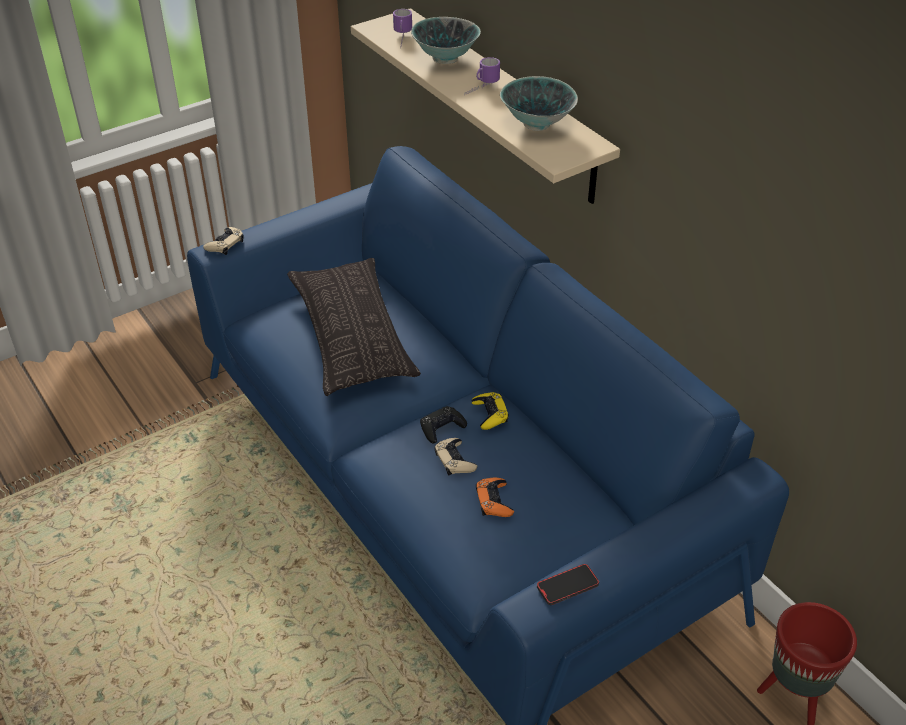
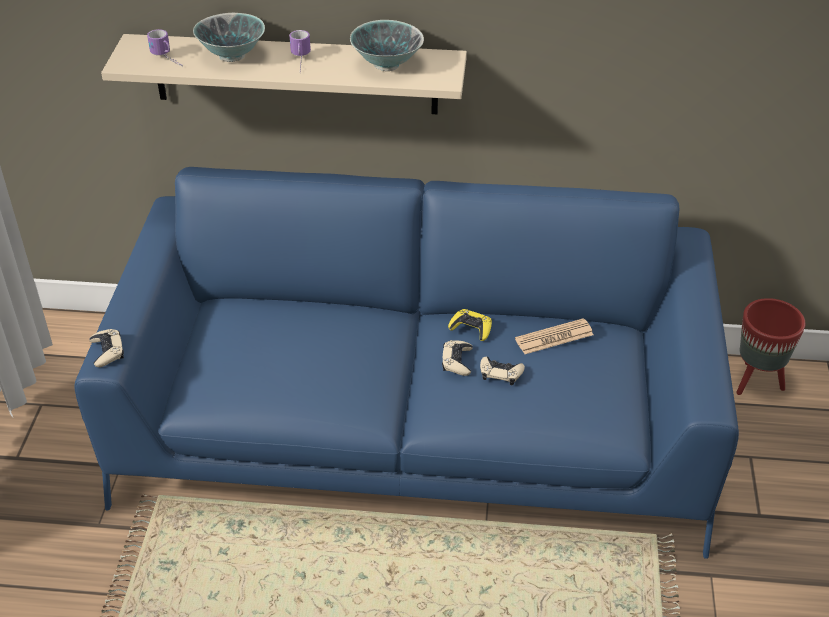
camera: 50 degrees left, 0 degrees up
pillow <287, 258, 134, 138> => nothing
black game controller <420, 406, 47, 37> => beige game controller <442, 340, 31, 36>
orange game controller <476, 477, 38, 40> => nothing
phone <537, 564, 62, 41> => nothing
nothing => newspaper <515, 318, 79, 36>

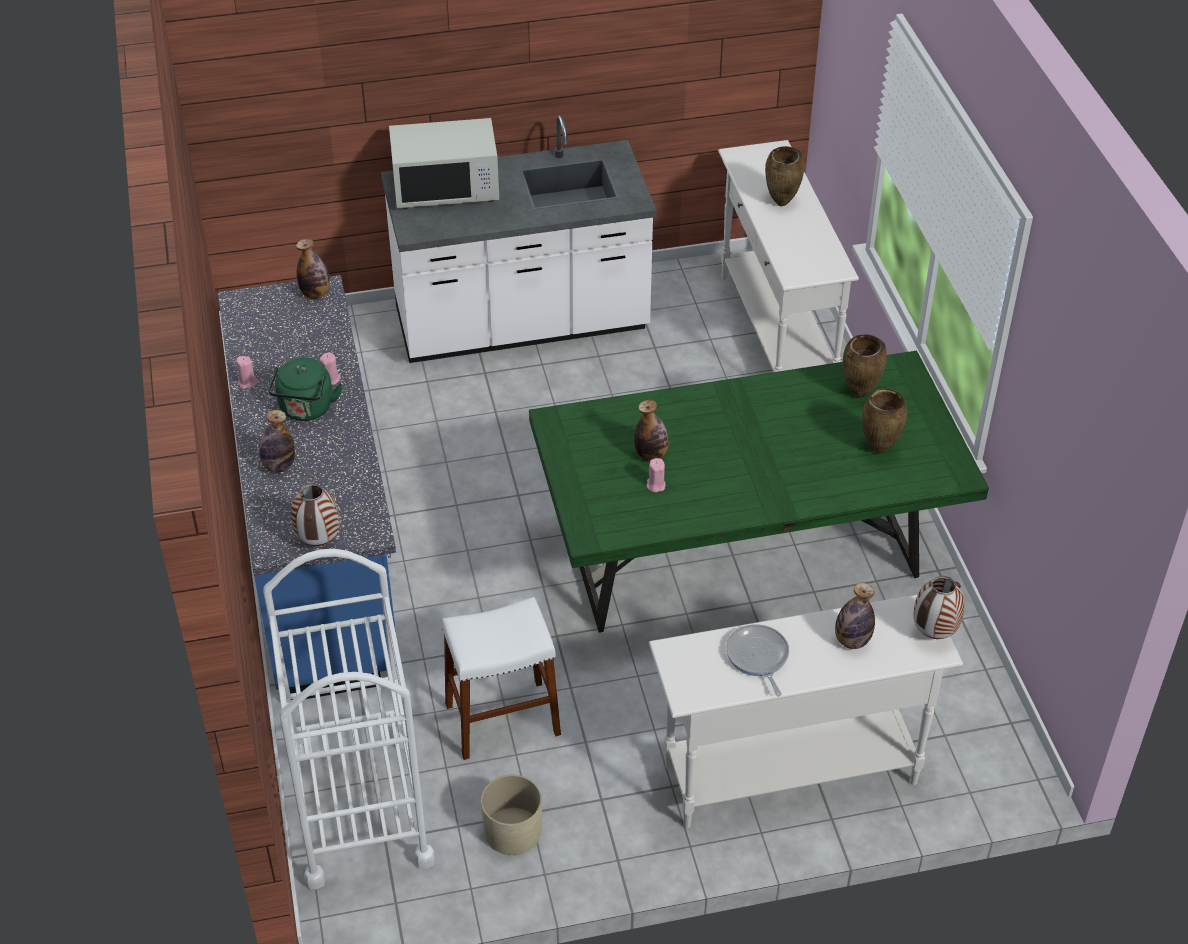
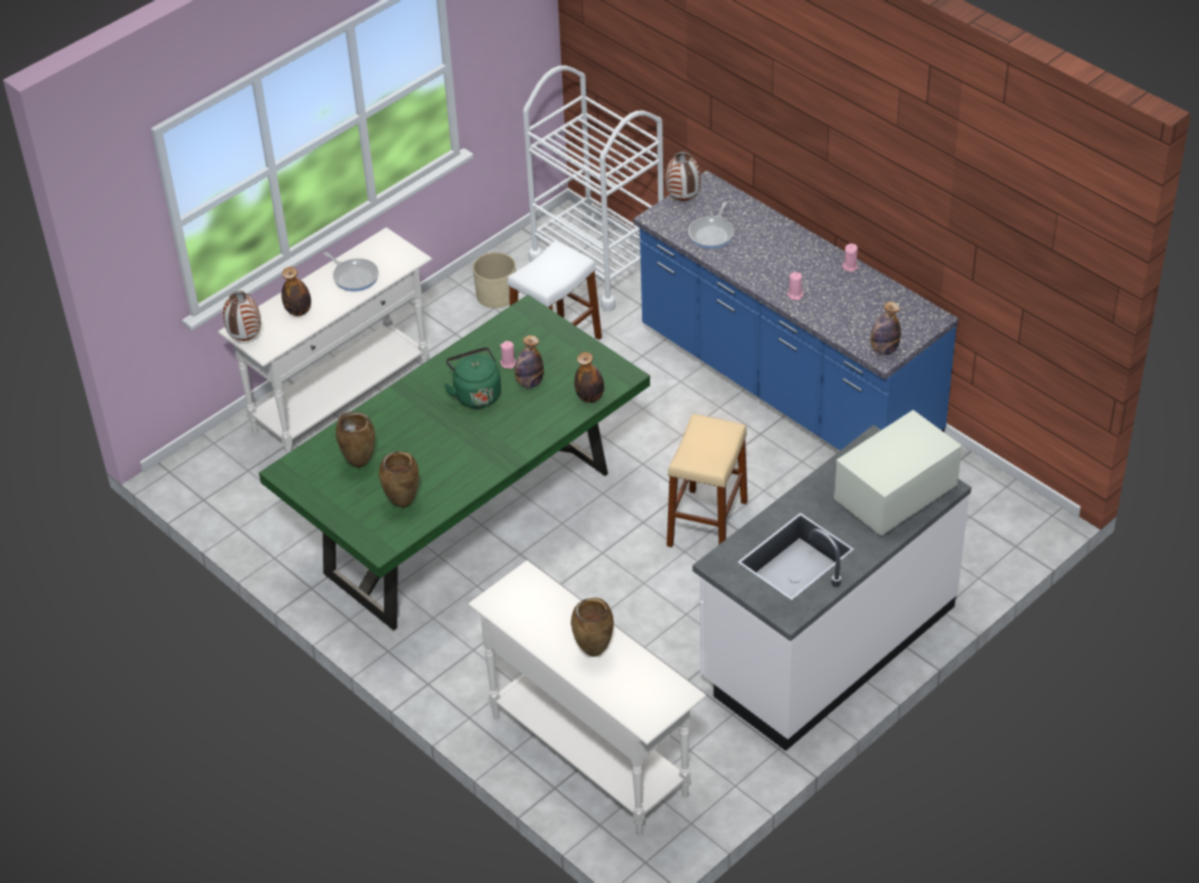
camera: 150 degrees right, 0 degrees up
green kettle <268, 358, 74, 63> => green kettle <444, 347, 57, 61>, shifted
bottle <259, 410, 36, 63> => bottle <574, 352, 30, 51>, shifted
nothing => frying pan <688, 201, 46, 48>
nothing => beige stool <667, 414, 81, 133>

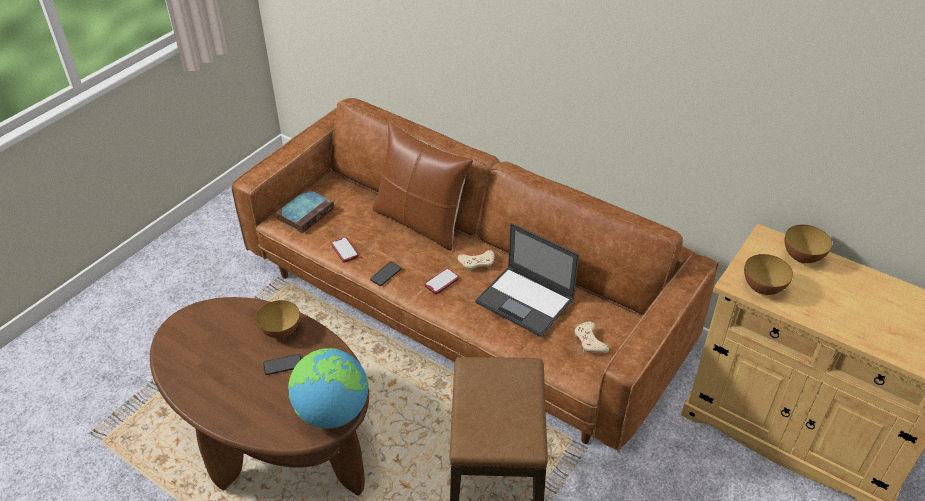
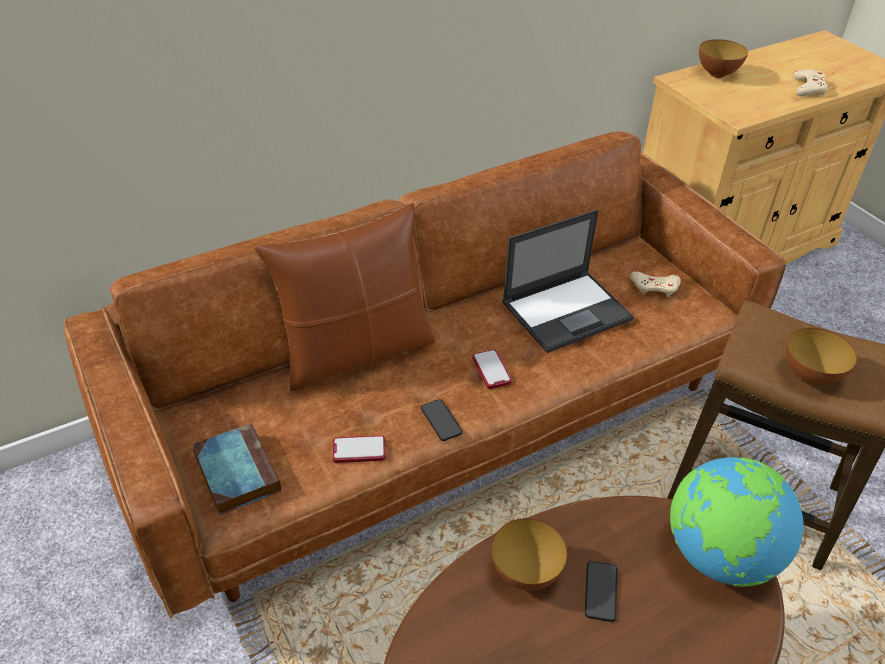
camera: 65 degrees left, 0 degrees up
beige game controller <458, 250, 37, 22> => beige game controller <793, 69, 35, 27>, shifted
bowl <744, 254, 49, 41> => bowl <786, 328, 71, 57>, shifted

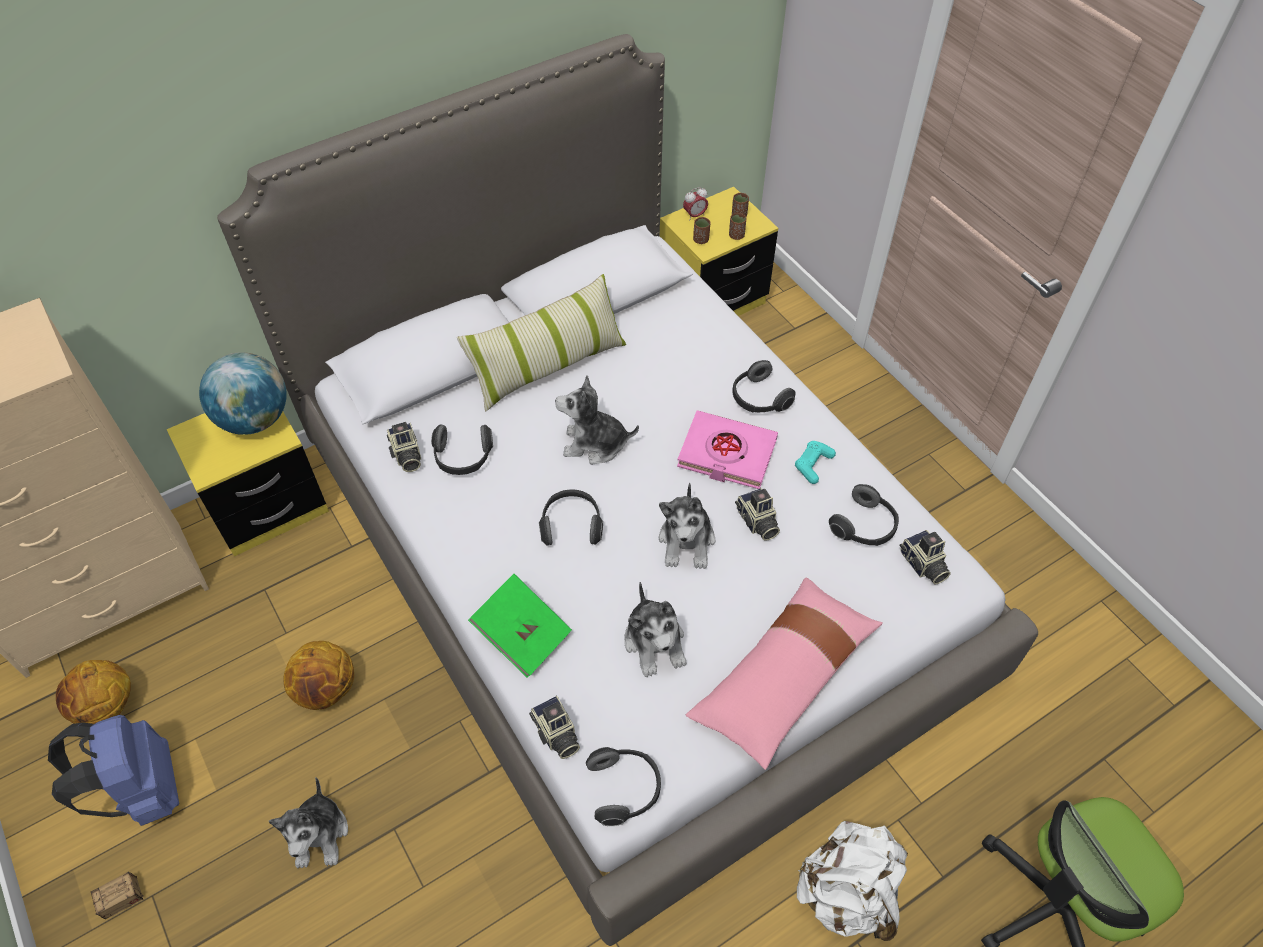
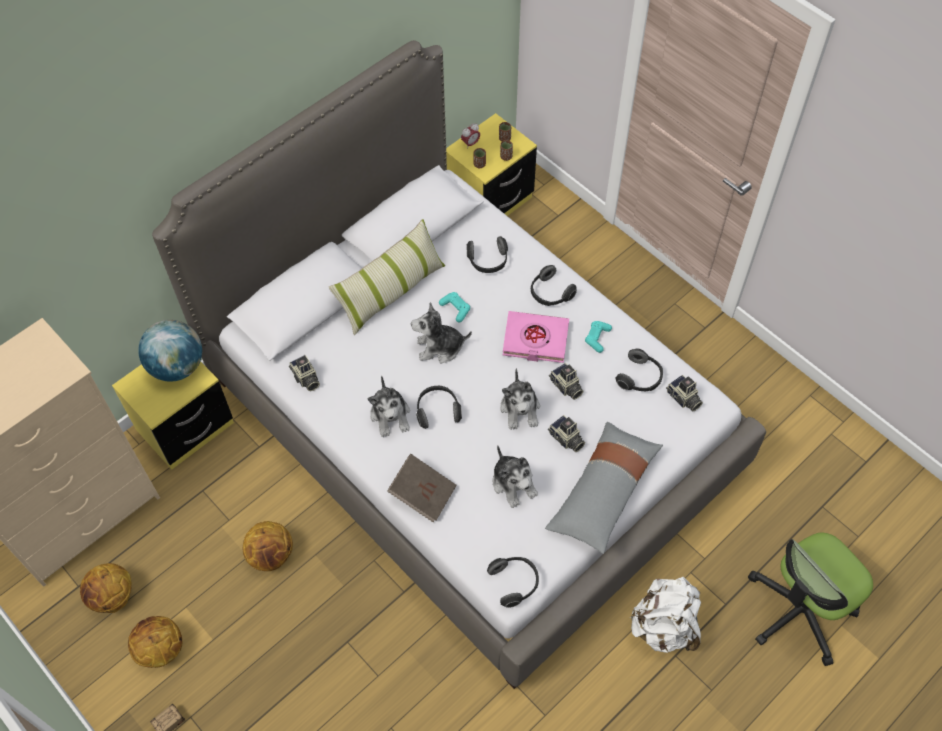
camera: 10 degrees left, 5 degrees up
headphones <431, 424, 62, 51> => headphones <466, 236, 42, 37>, shifted
green book <468, 574, 104, 104> => brown book <387, 454, 70, 68>
pink pillow <686, 577, 197, 193> => grey pillow <545, 422, 118, 132>
photo camera <529, 696, 51, 63> => photo camera <548, 415, 37, 37>, shifted
blue backpack <48, 715, 131, 111> => basketball <128, 616, 54, 52>
plush toy <269, 777, 79, 91> => plush toy <368, 375, 42, 62>, shifted
nothing => turquoise game controller <439, 292, 31, 31>

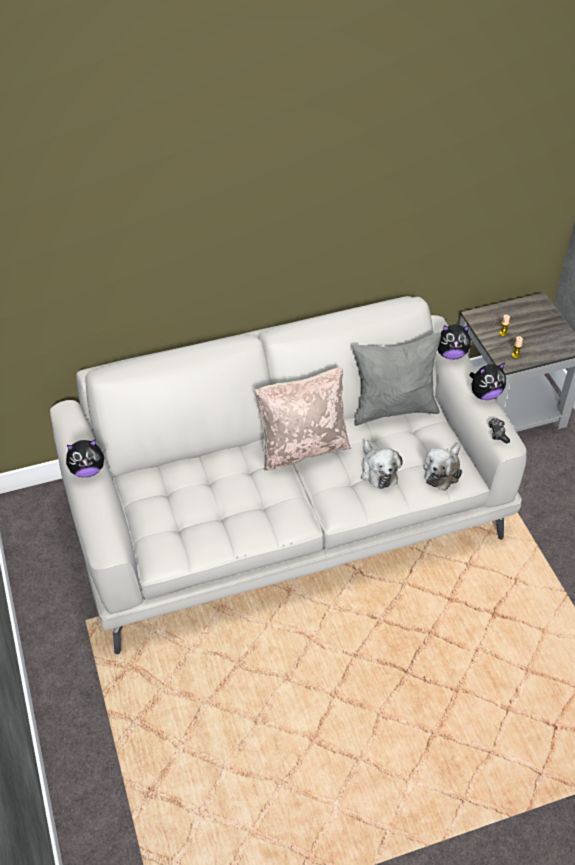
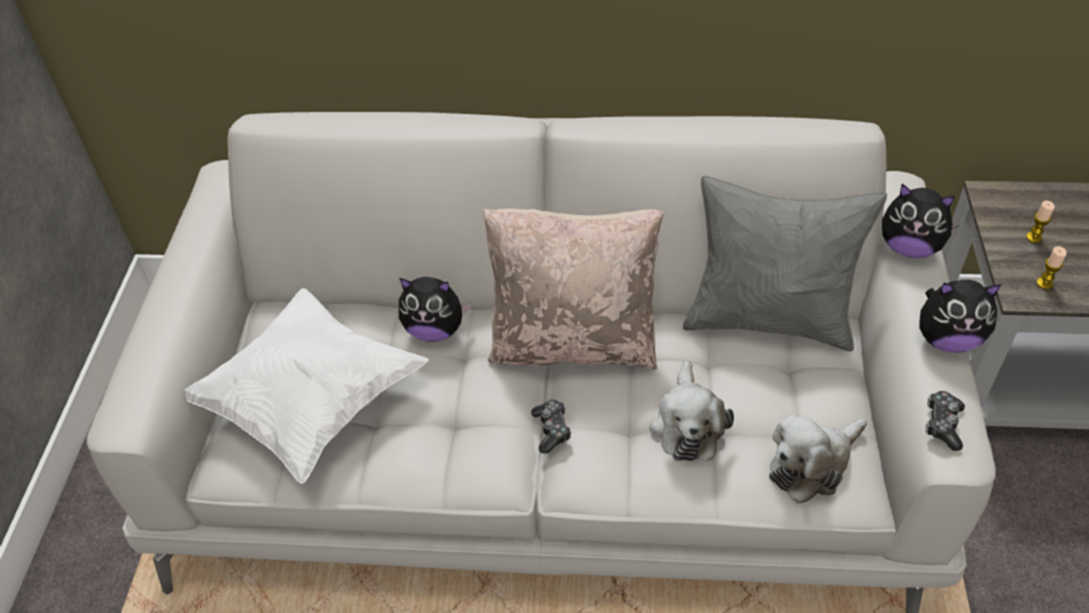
camera: 25 degrees right, 0 degrees up
plush toy <66, 440, 40, 38> => plush toy <399, 277, 72, 65>, shifted
nothing => white pillow <184, 288, 245, 196>
nothing => game controller <531, 400, 41, 54>

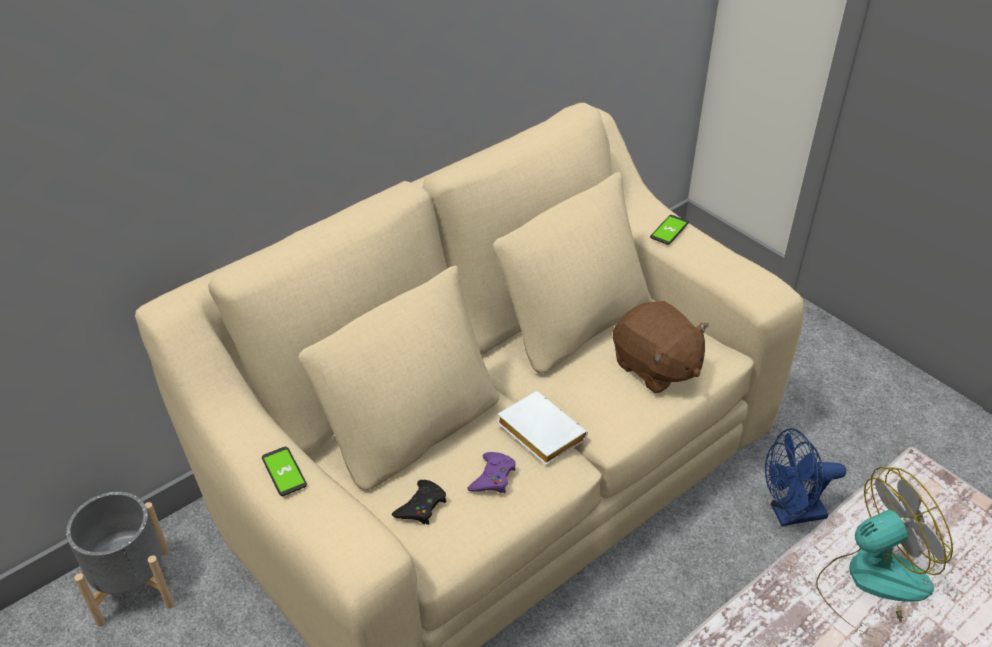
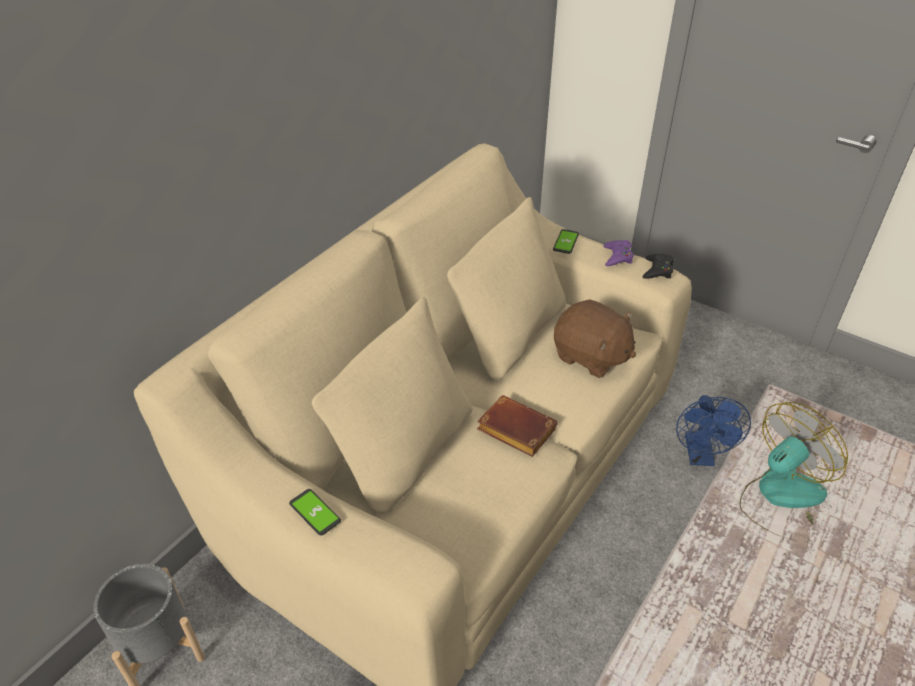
camera: 15 degrees left, 0 degrees up
white book <497, 391, 91, 74> => brown book <477, 395, 81, 62>
blue fan <765, 428, 81, 98> => blue fan <676, 395, 75, 71>, 60 degrees counterclockwise
purple game controller <467, 452, 49, 41> => purple game controller <603, 240, 31, 26>, shifted
black game controller <392, 480, 54, 45> => black game controller <642, 254, 32, 25>, shifted

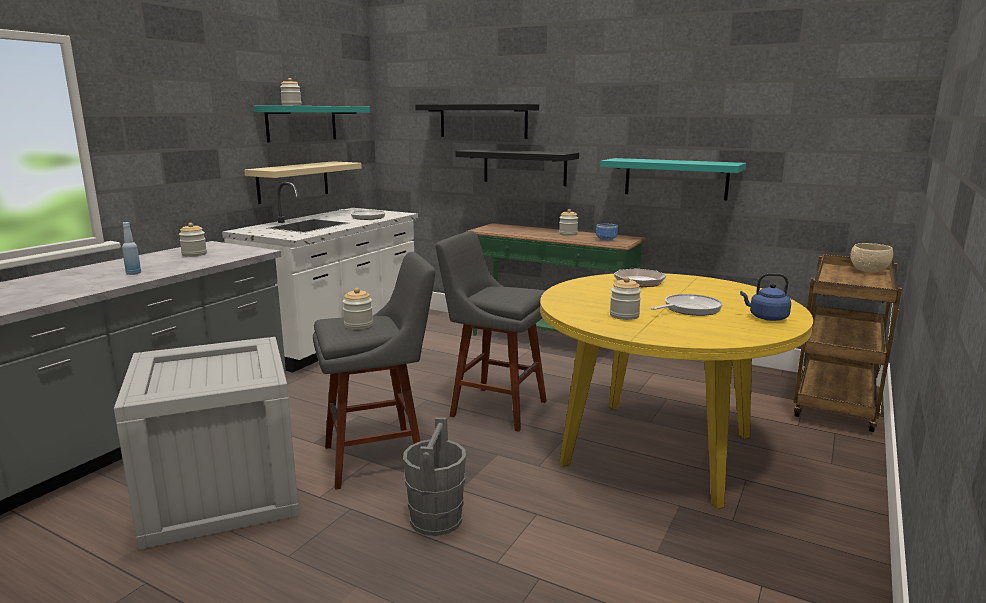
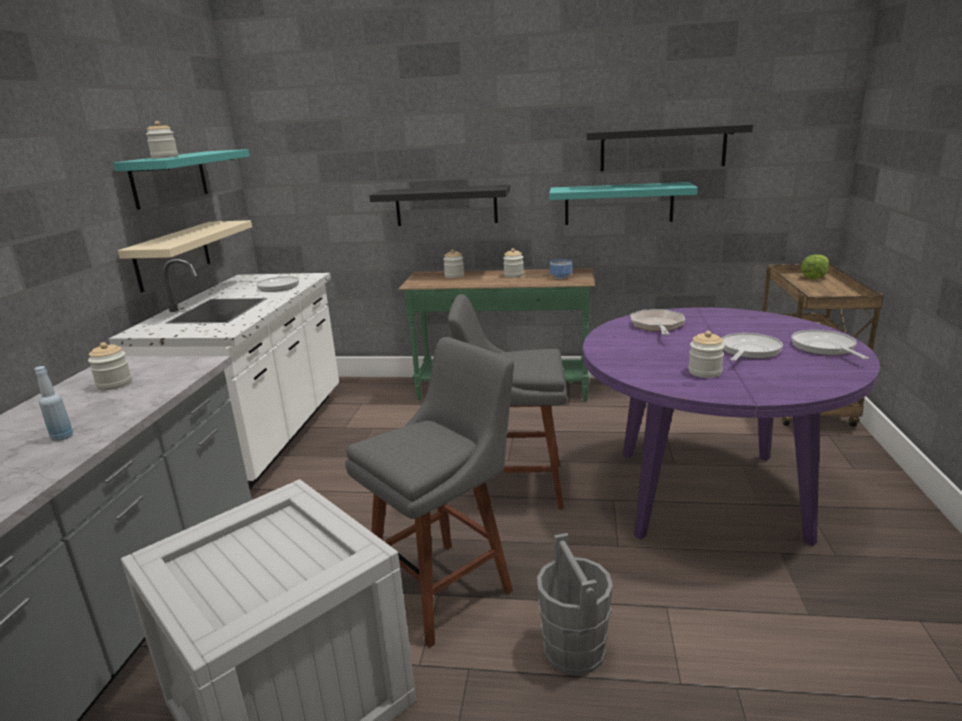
camera: 20 degrees left, 5 degrees up
black shelf <415, 104, 124, 35> => black shelf <586, 123, 167, 48>, shifted
beige bowl <850, 243, 43, 30> => lettuce <801, 255, 28, 24>
yellow dining table <540, 273, 273, 236> => purple dining table <583, 307, 297, 240>
blue kettle <740, 273, 51, 48> => frying pan <791, 330, 78, 30>
jar <343, 288, 30, 41> => jar <443, 249, 21, 29>, shifted

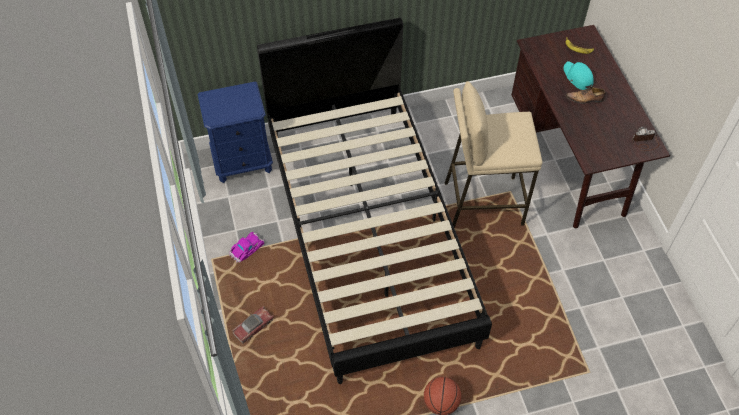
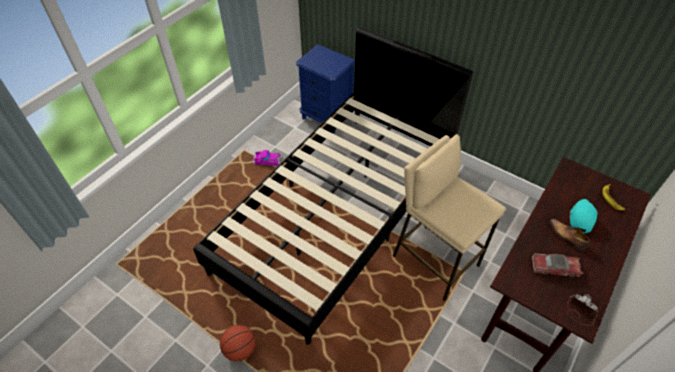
camera: 50 degrees right, 5 degrees down
toy car <232, 306, 42, 38> => toy car <532, 253, 51, 24>, shifted

